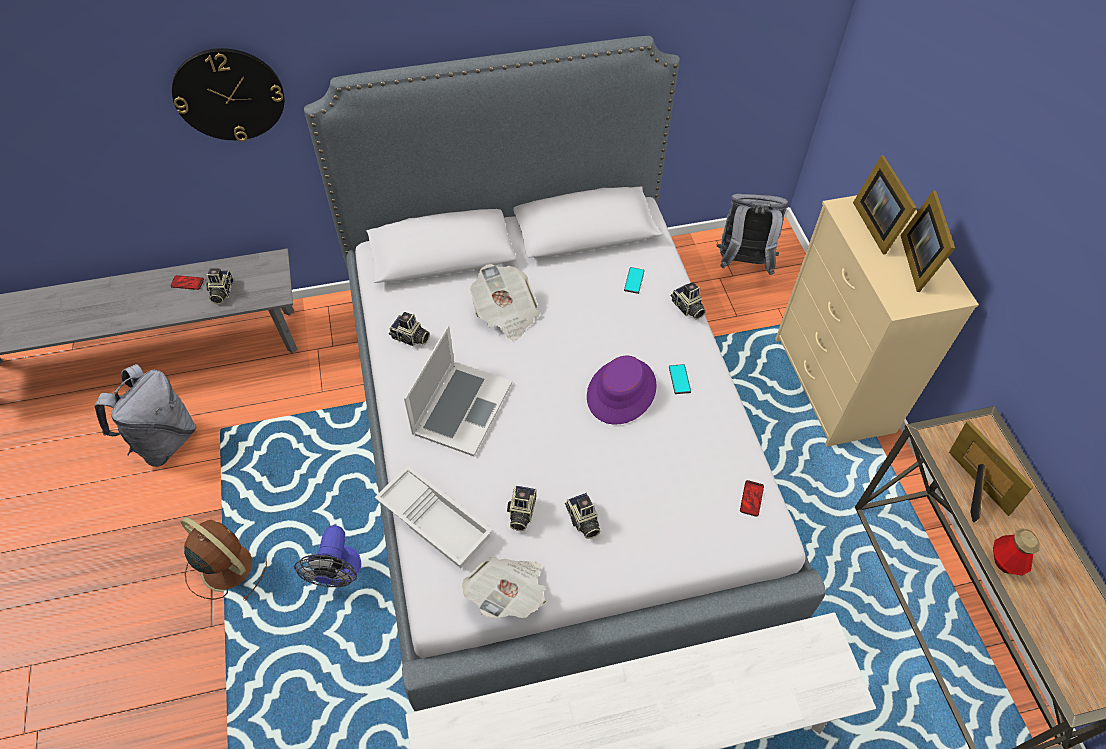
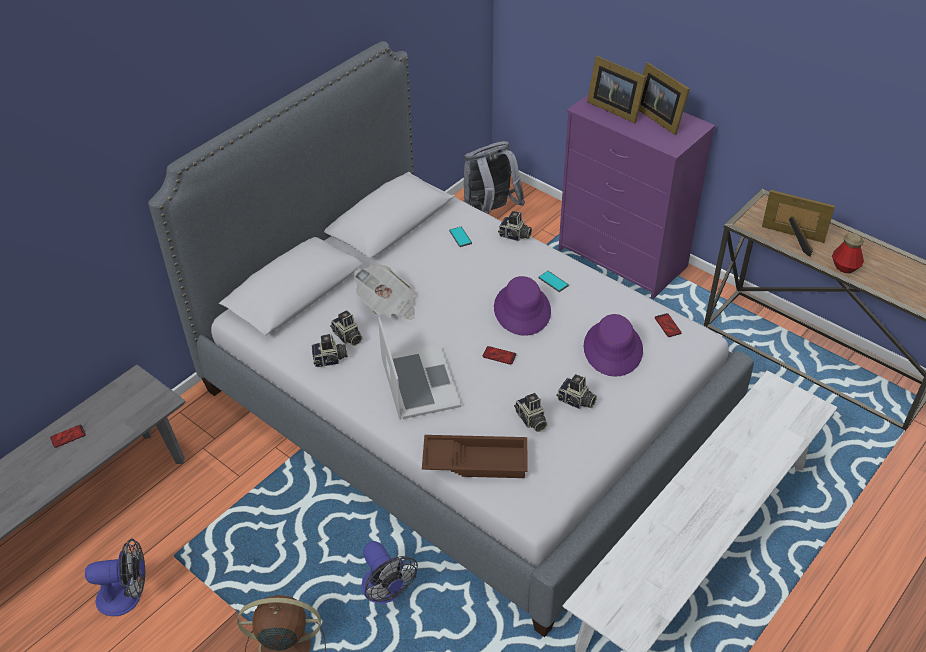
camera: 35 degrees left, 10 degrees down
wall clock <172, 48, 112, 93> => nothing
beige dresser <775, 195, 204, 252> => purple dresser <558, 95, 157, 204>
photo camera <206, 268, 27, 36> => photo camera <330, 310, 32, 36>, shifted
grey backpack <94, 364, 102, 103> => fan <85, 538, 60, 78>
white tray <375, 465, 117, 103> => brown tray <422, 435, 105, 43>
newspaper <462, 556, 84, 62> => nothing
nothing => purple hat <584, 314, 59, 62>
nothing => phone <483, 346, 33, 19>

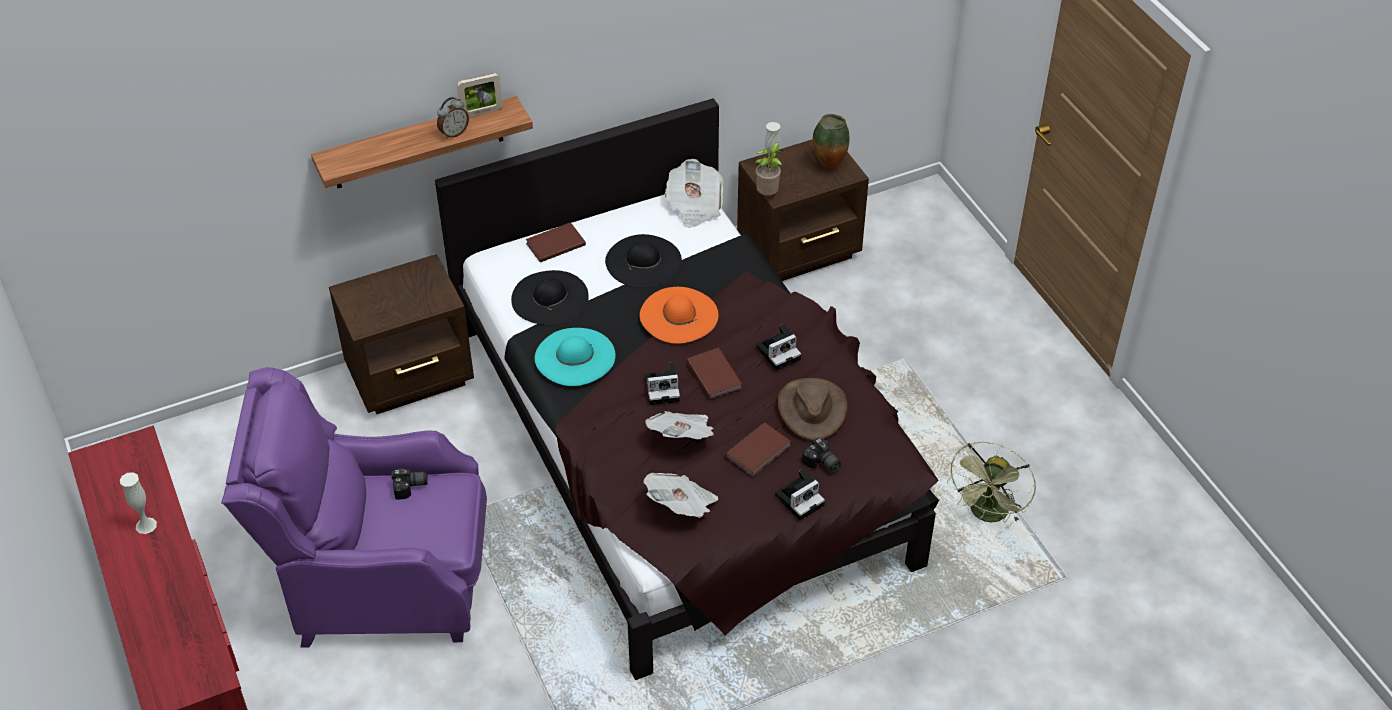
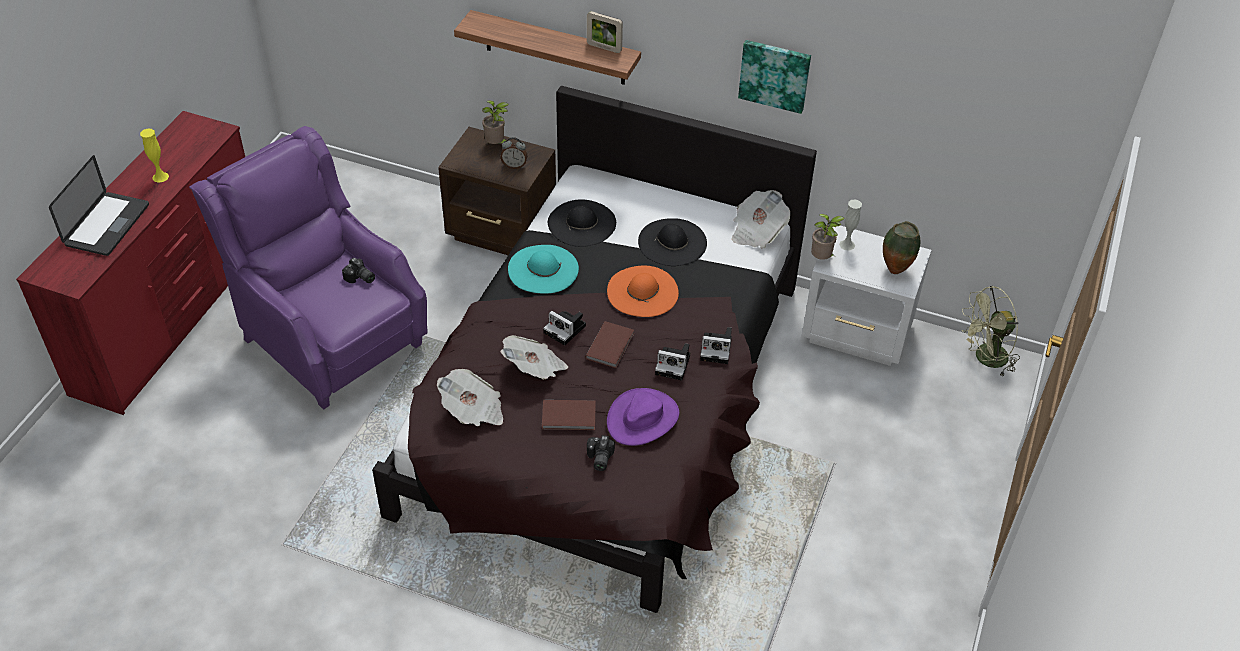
camera: 45 degrees right, 0 degrees up
alarm clock <437, 97, 32, 42> => alarm clock <501, 137, 26, 32>, shifted
brown nightstand <737, 139, 132, 142> => white nightstand <802, 226, 129, 140>
brown book <526, 222, 60, 41> => nothing
brown hat <778, 378, 69, 63> => purple hat <607, 388, 72, 58>
green fan <947, 442, 89, 81> => green fan <962, 286, 58, 92>, shifted
photo camera <775, 469, 50, 51> => photo camera <700, 327, 32, 37>, shifted
white vase <120, 472, 37, 62> => yellow vase <140, 129, 29, 54>
nothing => picture <738, 40, 73, 74>
nothing => potted plant <482, 100, 27, 44>
nothing => laptop <49, 155, 100, 101>

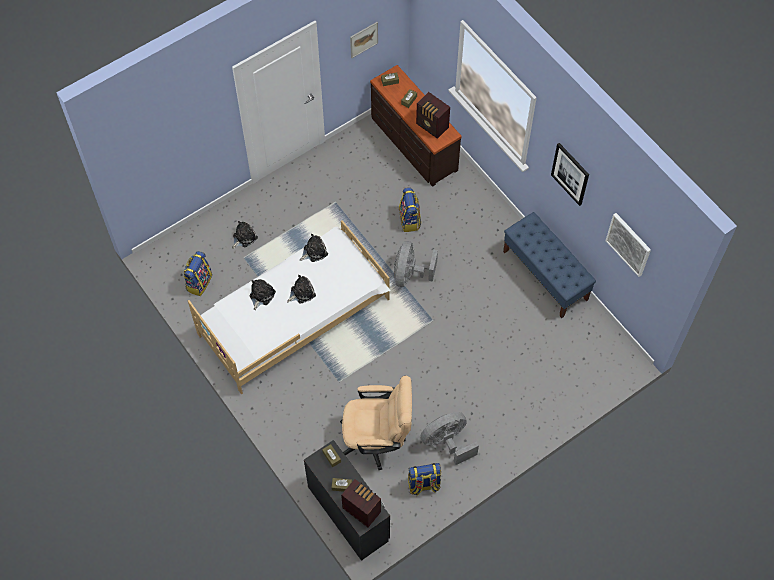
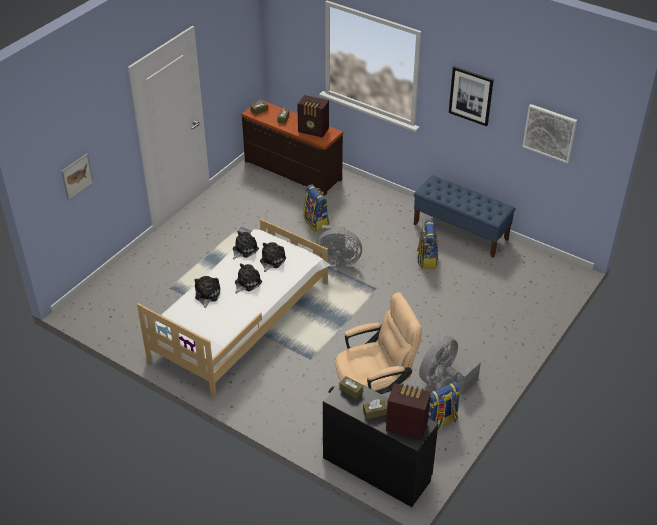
camera: 20 degrees left, 20 degrees down
picture <350, 22, 28, 36> => picture <61, 154, 32, 46>, shifted
plush toy <232, 221, 26, 28> => plush toy <260, 242, 26, 30>, shifted
grey fan <394, 241, 44, 46> => grey fan <316, 225, 46, 42>, 75 degrees counterclockwise
backpack <184, 251, 28, 45> => backpack <417, 220, 22, 49>, shifted

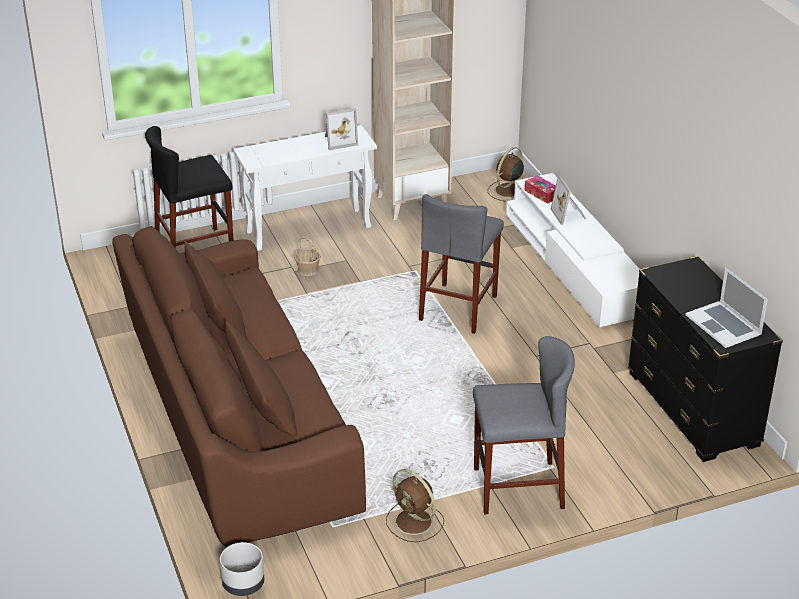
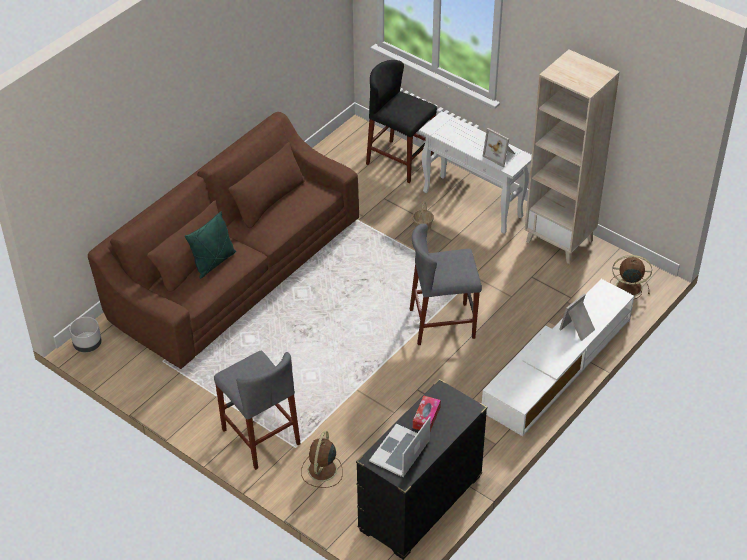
camera: 60 degrees right, 10 degrees up
tissue box <524, 175, 32, 29> => tissue box <413, 396, 28, 35>, shifted
brown fan <386, 469, 58, 73> => brown fan <301, 431, 42, 57>, shifted
nothing => green pillow <185, 211, 51, 68>

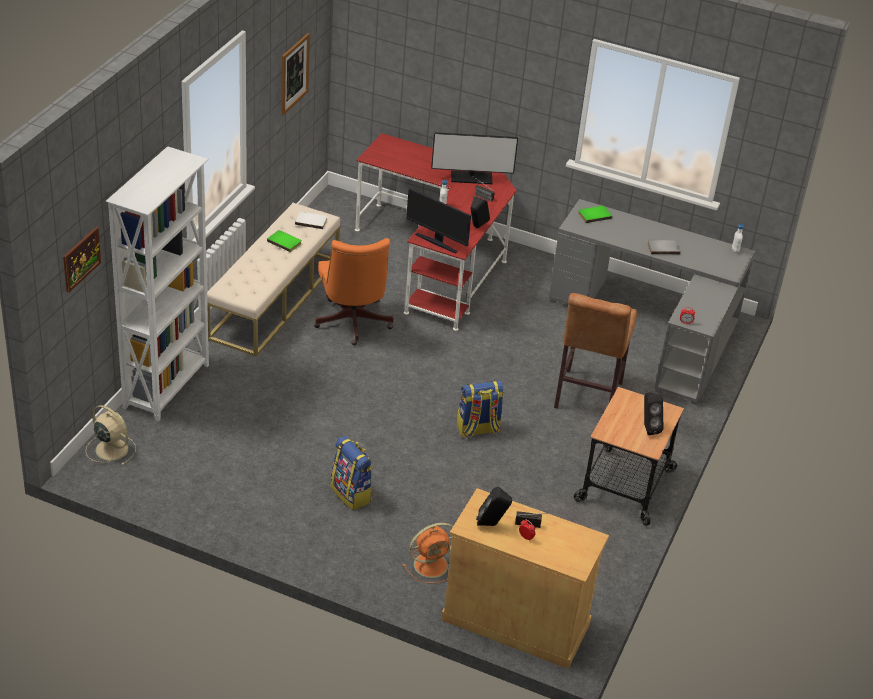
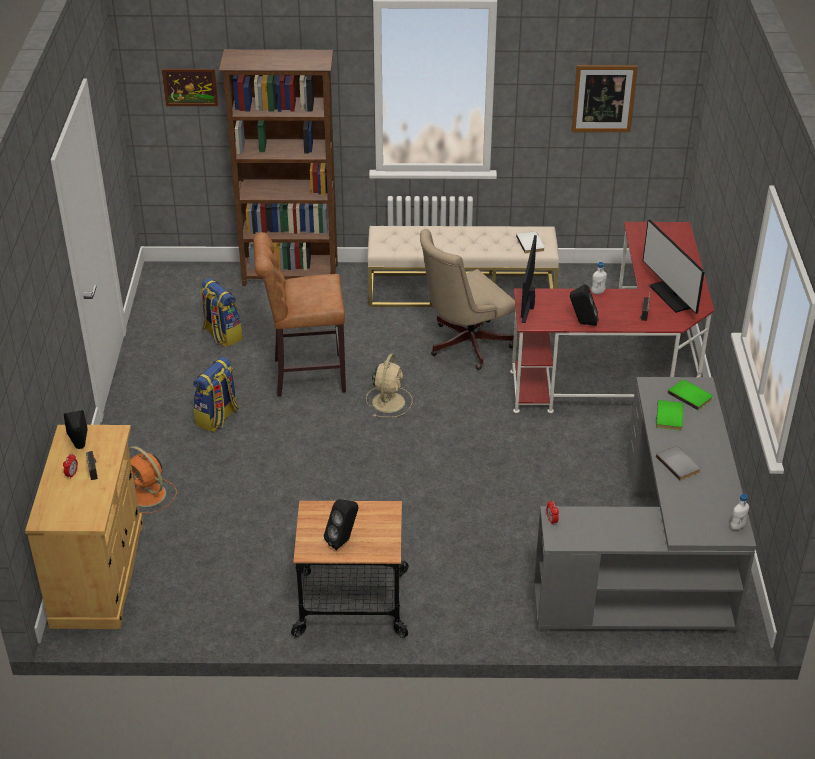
camera: 70 degrees right, 0 degrees up
white bookcase <106, 146, 103, 276> => brown bookcase <219, 49, 119, 237>
green book <267, 230, 35, 22> => green book <656, 400, 28, 31>, shifted
orange office chair <314, 238, 80, 107> => beige office chair <420, 229, 95, 141>
brown stool <554, 293, 83, 116> => brown stool <253, 232, 93, 165>, shifted
backpack <457, 380, 47, 58> => backpack <200, 278, 43, 69>, shifted
beige fan <86, 405, 50, 60> => beige fan <366, 354, 46, 63>, shifted

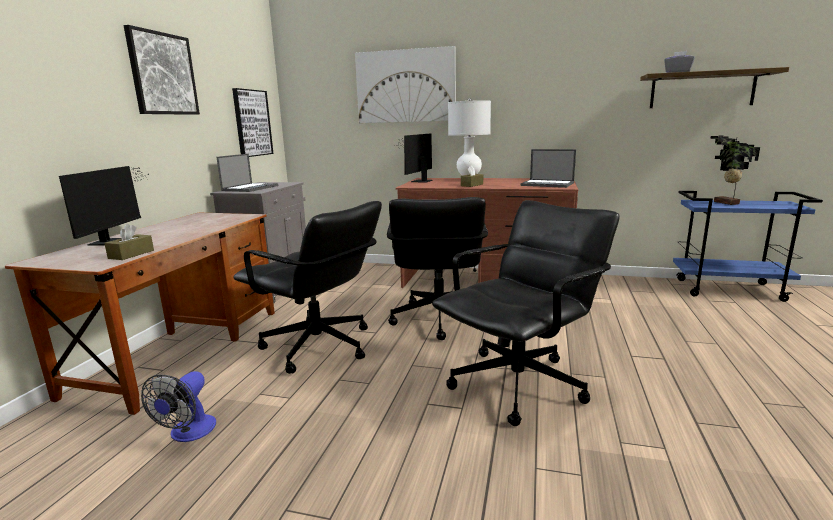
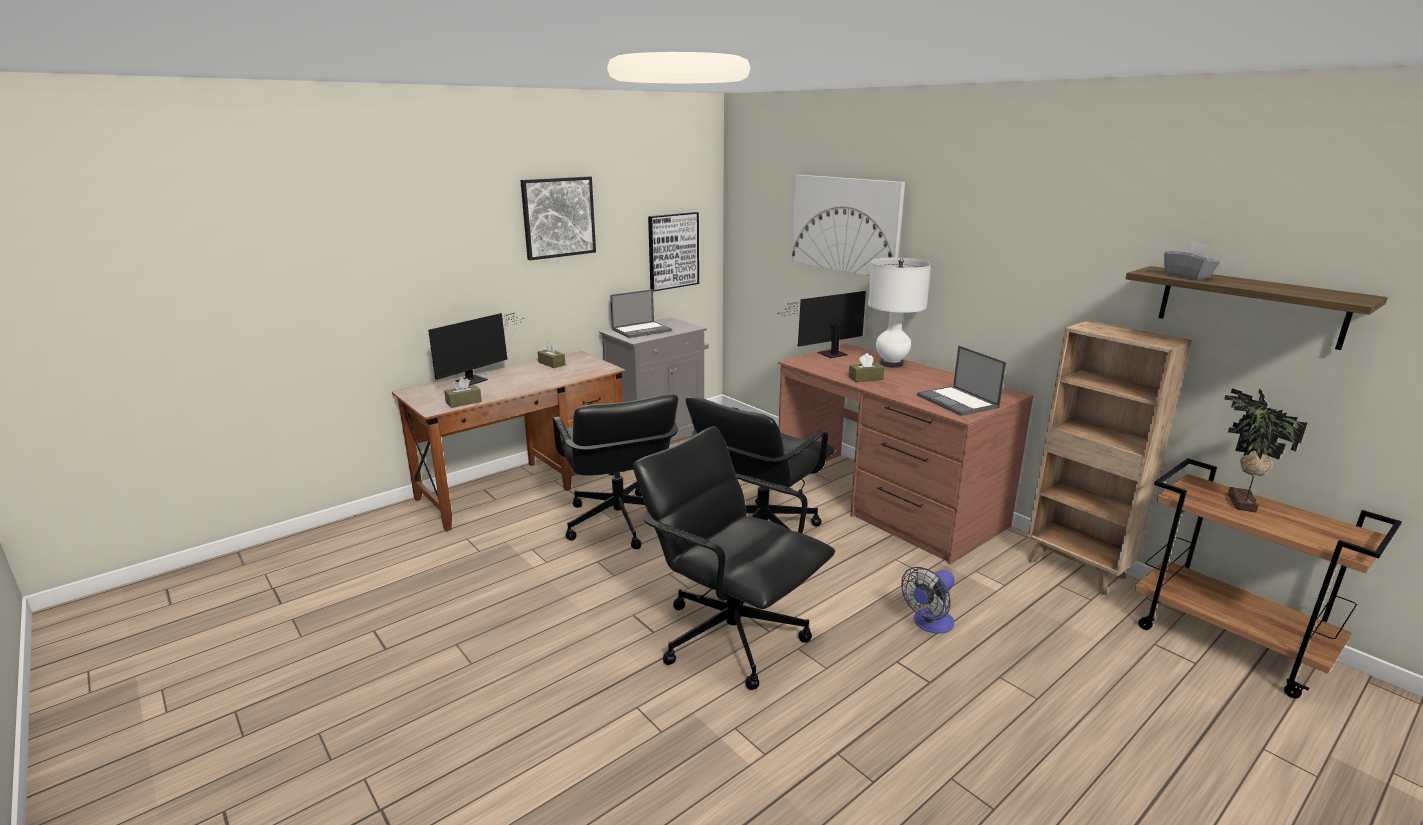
camera: 35 degrees right, 5 degrees up
blue cart <673, 191, 150, 111> => brown cart <1135, 458, 267, 240>
black office chair <432, 200, 188, 226> => black office chair <633, 426, 202, 264>, 135 degrees counterclockwise
fan <141, 371, 75, 71> => fan <901, 567, 54, 67>, shifted
nothing => brown bookcase <1028, 320, 164, 275>
nothing => brown tissue box <538, 342, 27, 26>

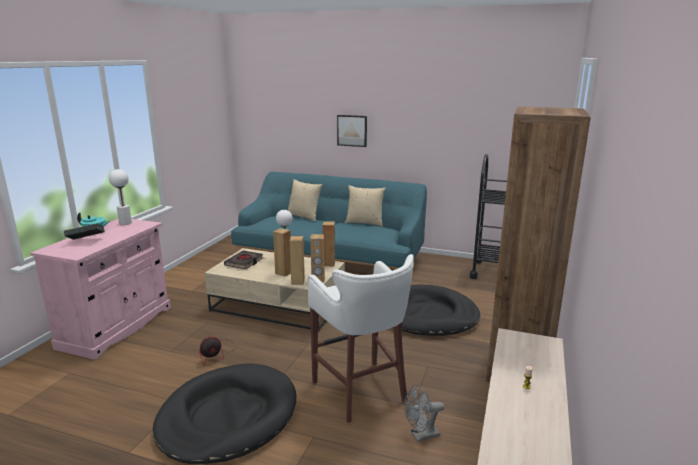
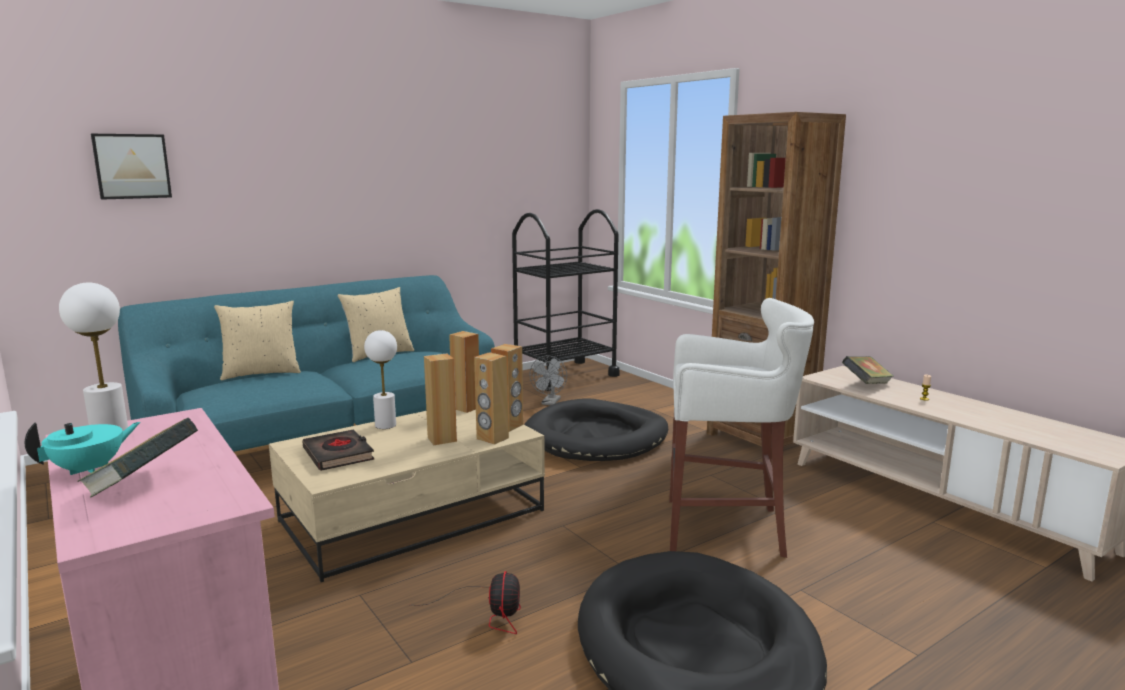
camera: 55 degrees left, 5 degrees down
picture <337, 115, 30, 32> => picture <91, 134, 81, 66>, shifted
grey fan <404, 385, 41, 57> => grey fan <529, 355, 38, 50>, shifted
nothing => book <842, 356, 52, 28>

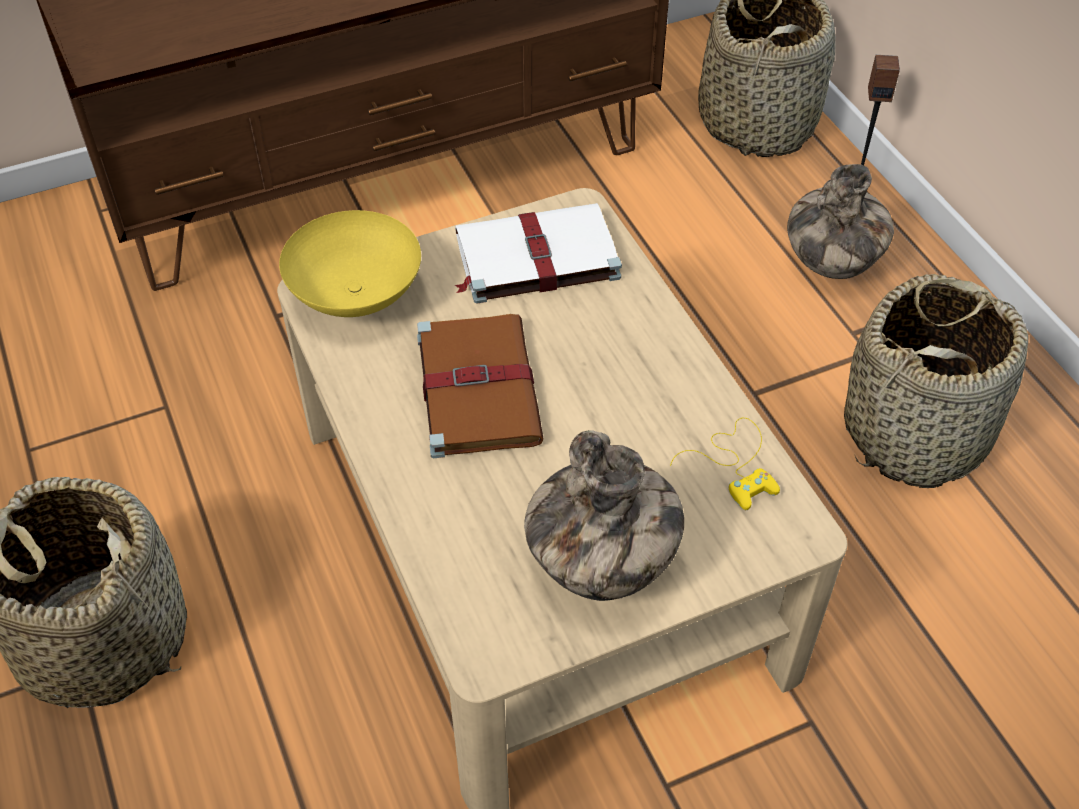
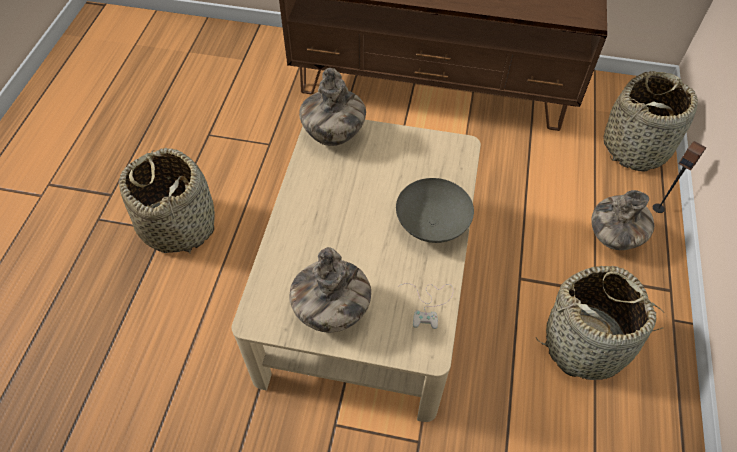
camera: 35 degrees right, 5 degrees up
white book <454, 203, 168, 101> => nothing
yellow bowl <279, 210, 142, 107> => vase <299, 68, 67, 78>
brown book <417, 314, 127, 144> => nothing
yellow game controller <670, 418, 110, 92> => white game controller <398, 283, 55, 46>
nothing => grey bowl <396, 178, 78, 65>

